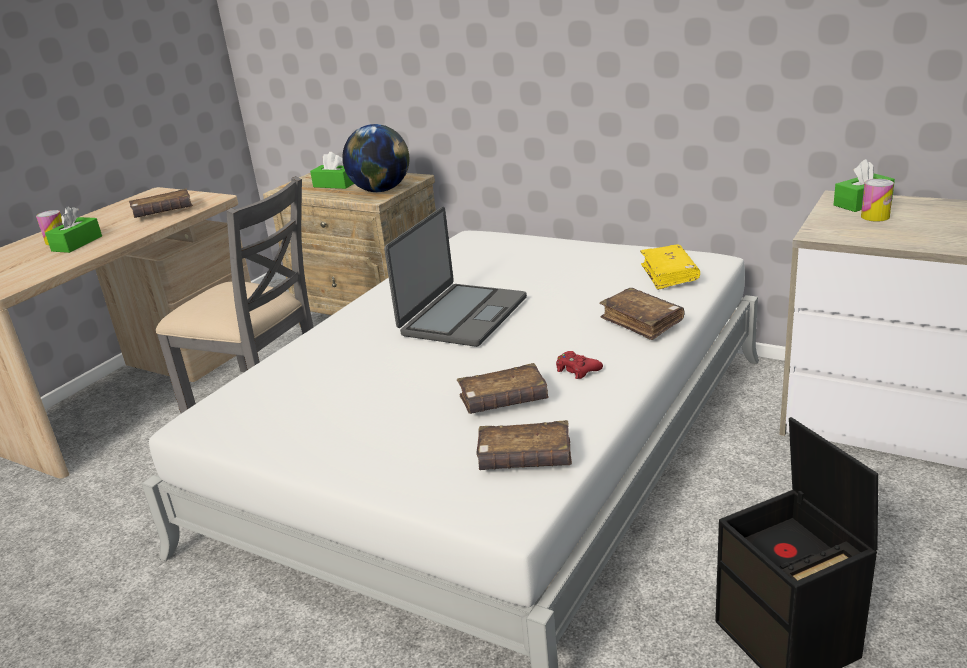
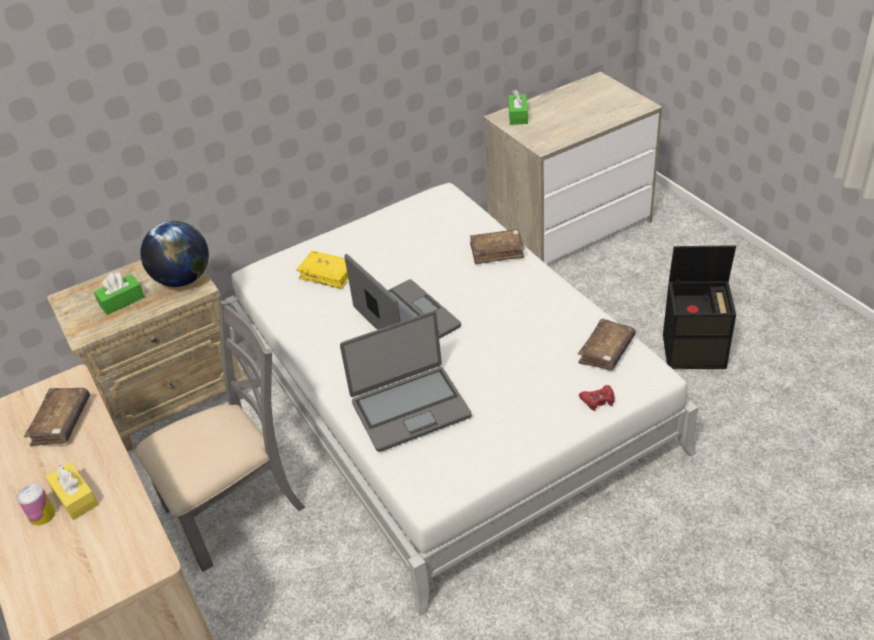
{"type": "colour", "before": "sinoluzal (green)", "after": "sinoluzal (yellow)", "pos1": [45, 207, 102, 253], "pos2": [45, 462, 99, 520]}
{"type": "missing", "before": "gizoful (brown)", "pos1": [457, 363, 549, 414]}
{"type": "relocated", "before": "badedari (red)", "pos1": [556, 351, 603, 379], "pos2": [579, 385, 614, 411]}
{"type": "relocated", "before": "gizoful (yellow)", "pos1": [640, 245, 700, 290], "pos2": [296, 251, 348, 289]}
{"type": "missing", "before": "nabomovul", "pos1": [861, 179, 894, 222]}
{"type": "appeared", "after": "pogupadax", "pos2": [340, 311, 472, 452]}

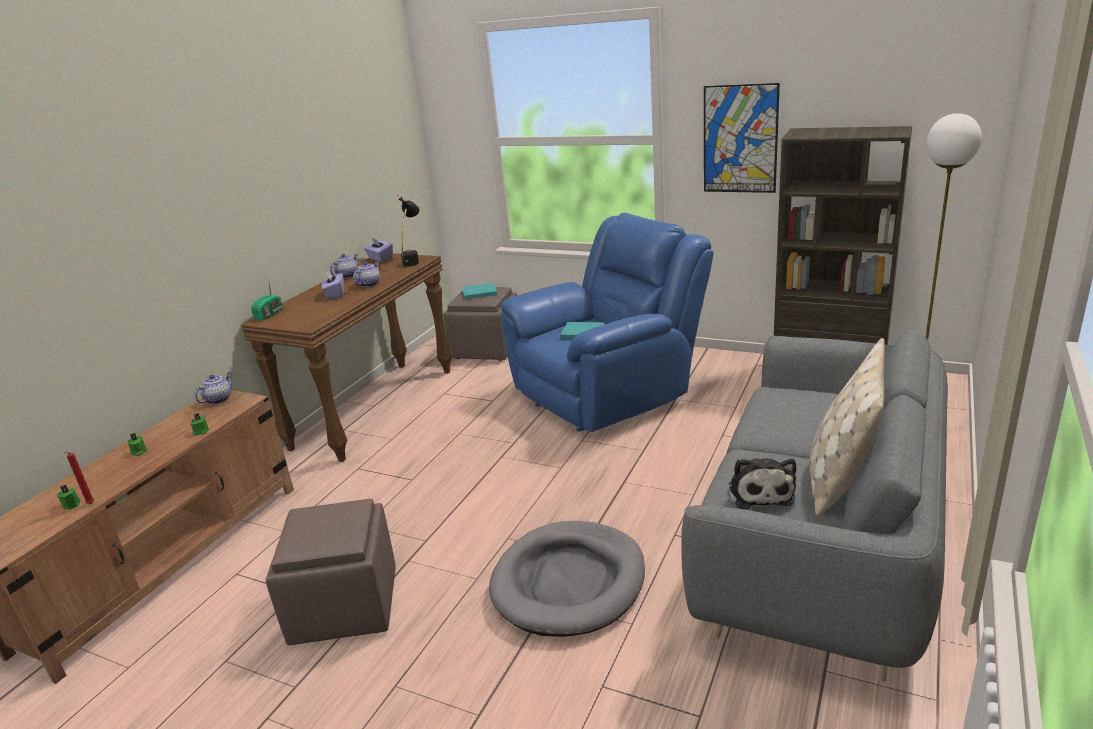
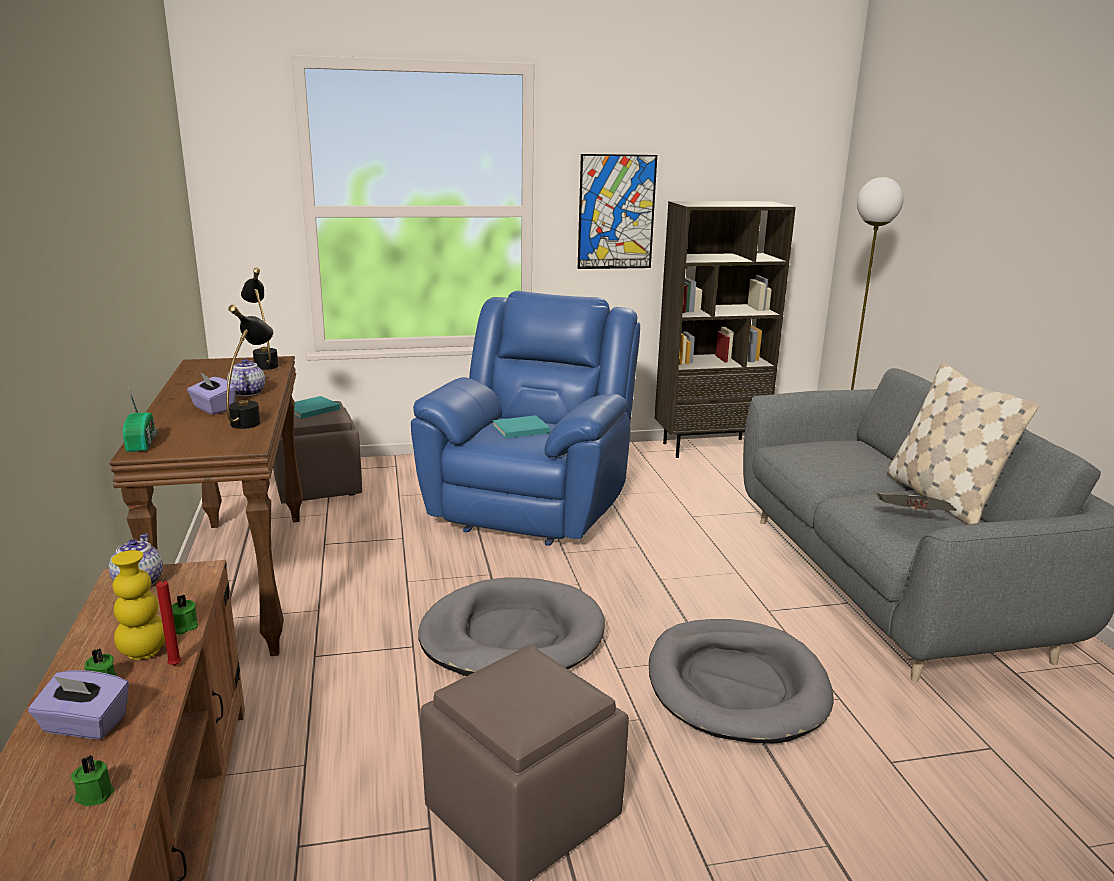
{"type": "relocated", "before": "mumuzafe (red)", "pos1": [64, 452, 94, 504], "pos2": [156, 578, 181, 666]}
{"type": "missing", "before": "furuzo", "pos1": [330, 254, 358, 278]}
{"type": "relocated", "before": "sinoluzal (purple)", "pos1": [364, 238, 393, 262], "pos2": [28, 670, 129, 739]}
{"type": "exchanged", "before": "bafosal", "after": "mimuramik", "pos1": [729, 458, 796, 509], "pos2": [875, 493, 956, 511]}
{"type": "appeared", "after": "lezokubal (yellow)", "pos2": [111, 550, 165, 660]}
{"type": "appeared", "after": "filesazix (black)", "pos2": [226, 305, 273, 429]}
{"type": "appeared", "after": "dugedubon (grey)", "pos2": [418, 577, 605, 676]}

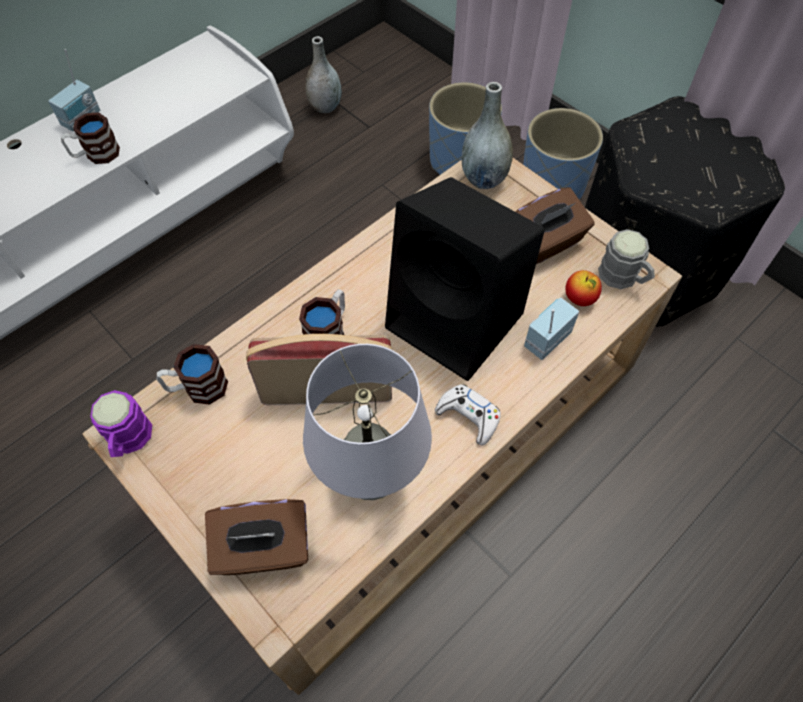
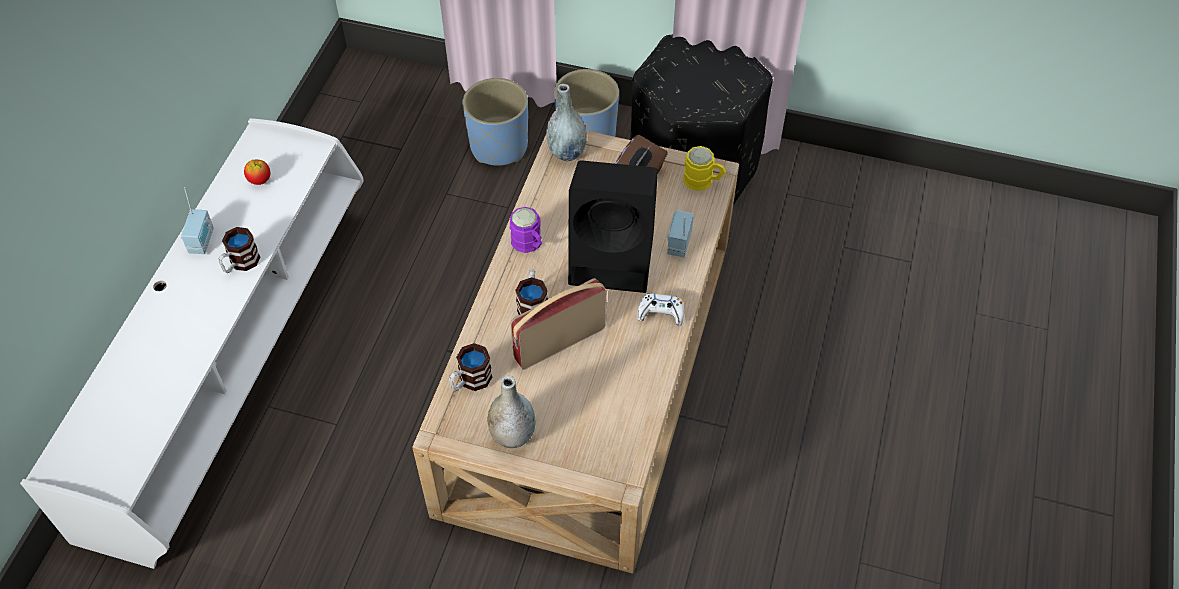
{"type": "relocated", "before": "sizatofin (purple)", "pos1": [90, 390, 152, 457], "pos2": [510, 207, 542, 253]}
{"type": "missing", "before": "sinoluzal (brown)", "pos1": [205, 499, 308, 575]}
{"type": "missing", "before": "filesazix (grey)", "pos1": [303, 344, 432, 500]}
{"type": "relocated", "before": "lezokubal (grey)", "pos1": [305, 36, 342, 113], "pos2": [487, 376, 535, 448]}
{"type": "relocated", "before": "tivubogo", "pos1": [565, 270, 602, 306], "pos2": [244, 160, 270, 185]}
{"type": "colour", "before": "sizatofin (grey)", "after": "sizatofin (yellow)", "pos1": [598, 229, 655, 289], "pos2": [683, 146, 726, 191]}

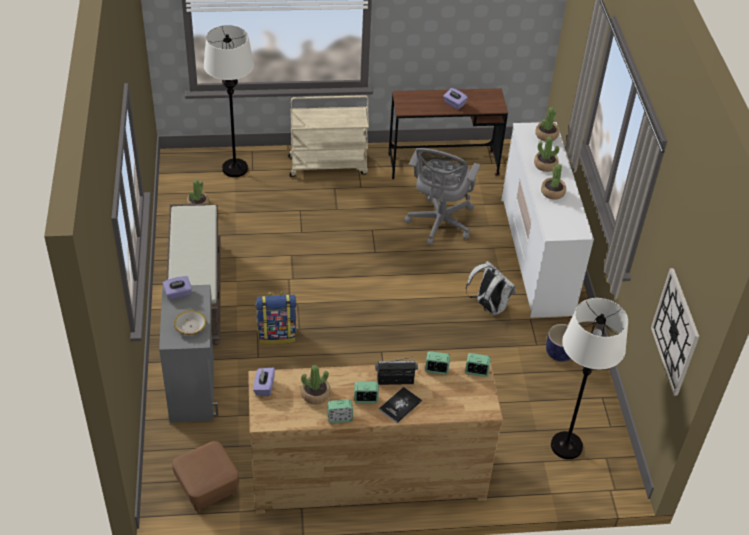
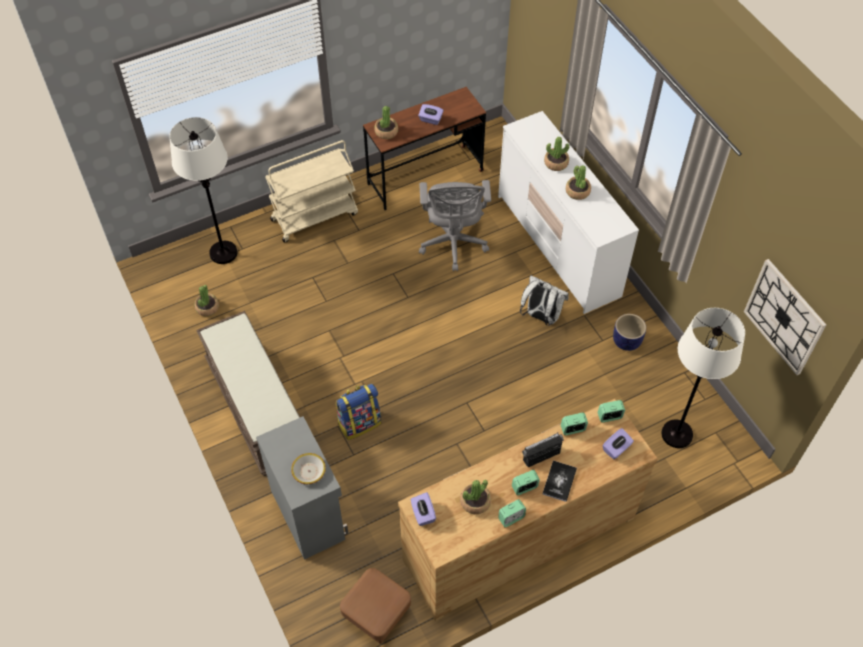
{"type": "relocated", "before": "sinoluzal (purple)", "pos1": [163, 276, 192, 300], "pos2": [602, 428, 634, 460]}
{"type": "relocated", "before": "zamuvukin", "pos1": [535, 107, 559, 141], "pos2": [374, 106, 398, 139]}

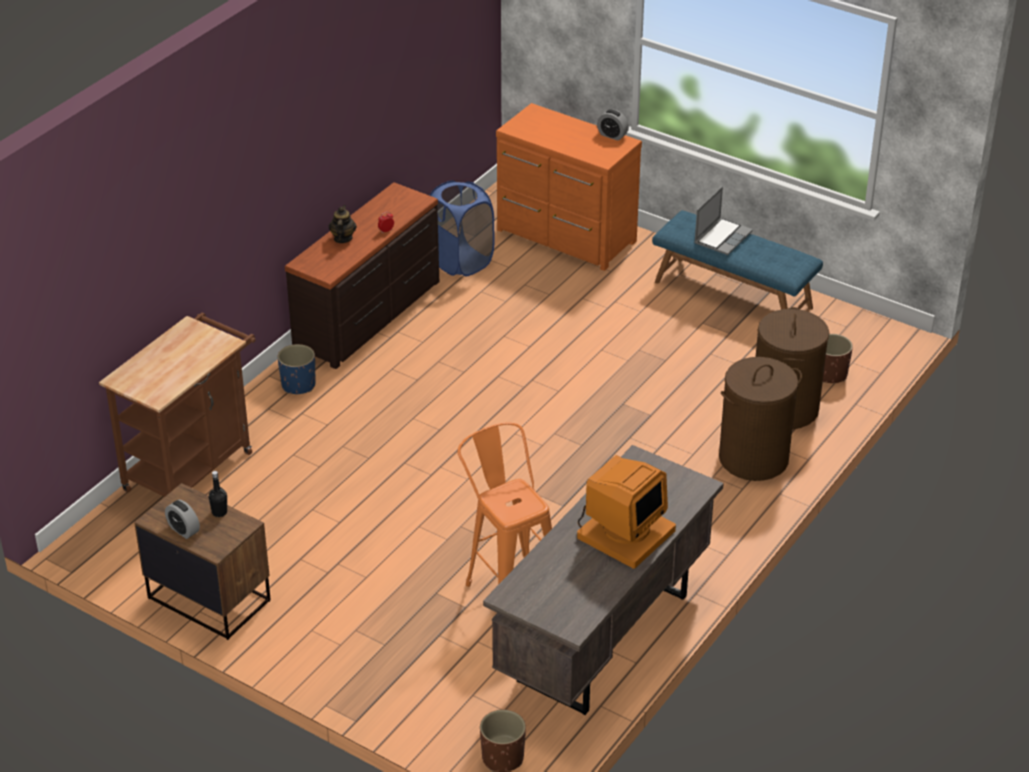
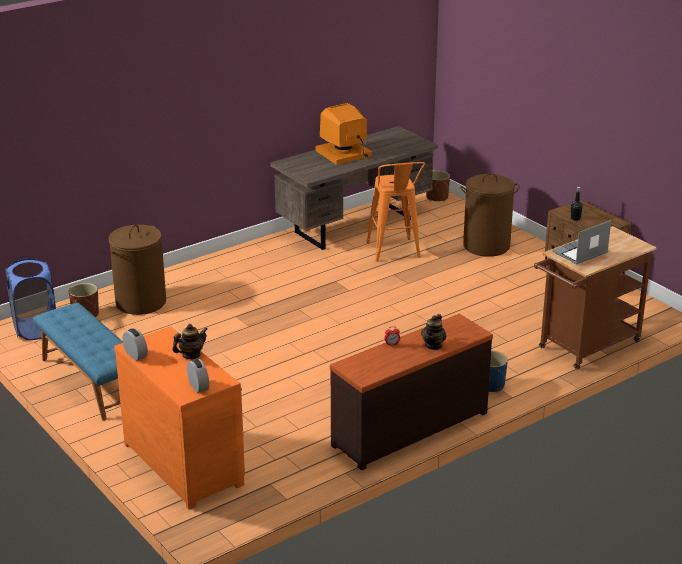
{"type": "relocated", "before": "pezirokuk", "pos1": [165, 500, 200, 539], "pos2": [187, 359, 209, 393]}
{"type": "relocated", "before": "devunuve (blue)", "pos1": [429, 180, 494, 277], "pos2": [5, 258, 56, 340]}
{"type": "relocated", "before": "pogupadax", "pos1": [694, 186, 753, 255], "pos2": [552, 220, 611, 264]}
{"type": "relocated", "before": "devunuve (brown)", "pos1": [719, 357, 802, 481], "pos2": [460, 173, 520, 257]}
{"type": "appeared", "after": "furuzo", "pos2": [172, 324, 208, 359]}

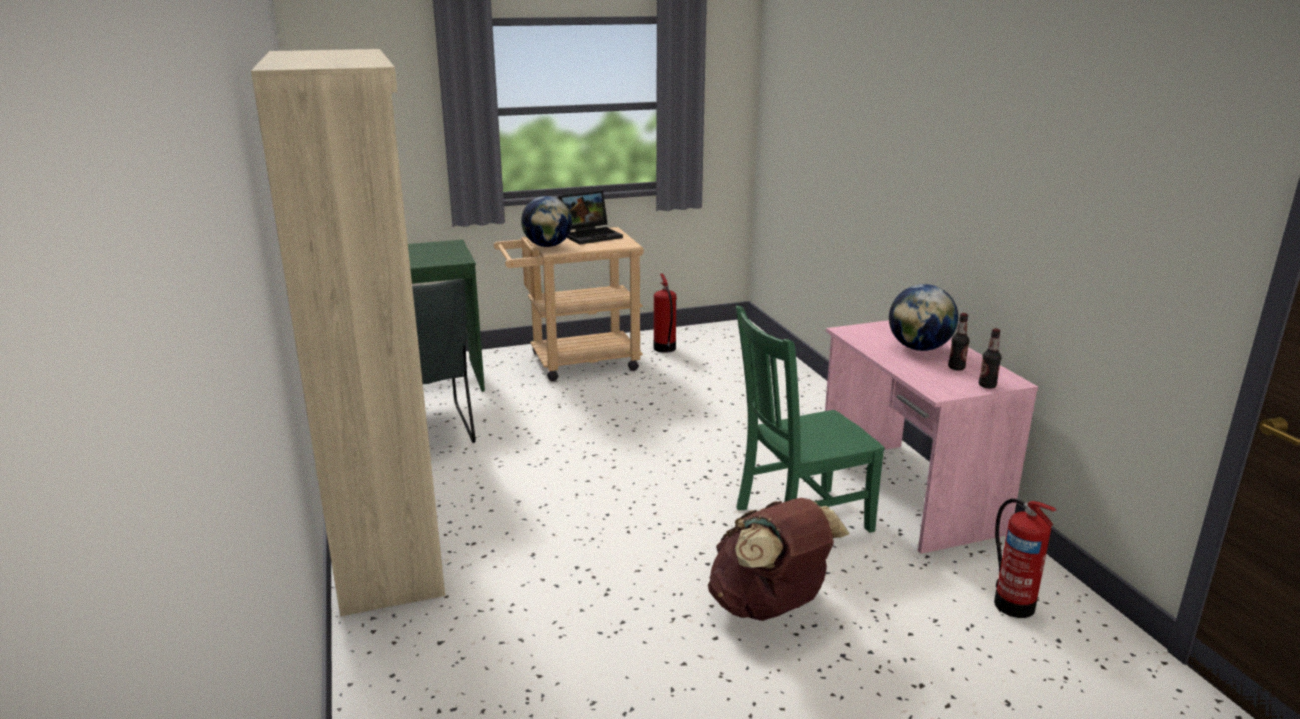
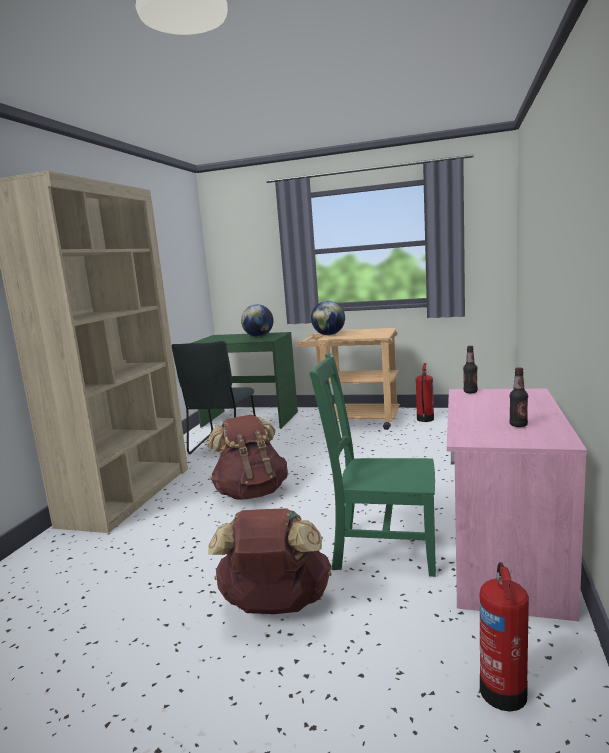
{"type": "missing", "before": "pogupadax", "pos1": [558, 191, 623, 244]}
{"type": "relocated", "before": "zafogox", "pos1": [889, 284, 958, 351], "pos2": [241, 304, 273, 337]}
{"type": "relocated", "before": "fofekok", "pos1": [979, 328, 1001, 388], "pos2": [463, 346, 478, 393]}
{"type": "appeared", "after": "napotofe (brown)", "pos2": [207, 415, 288, 500]}

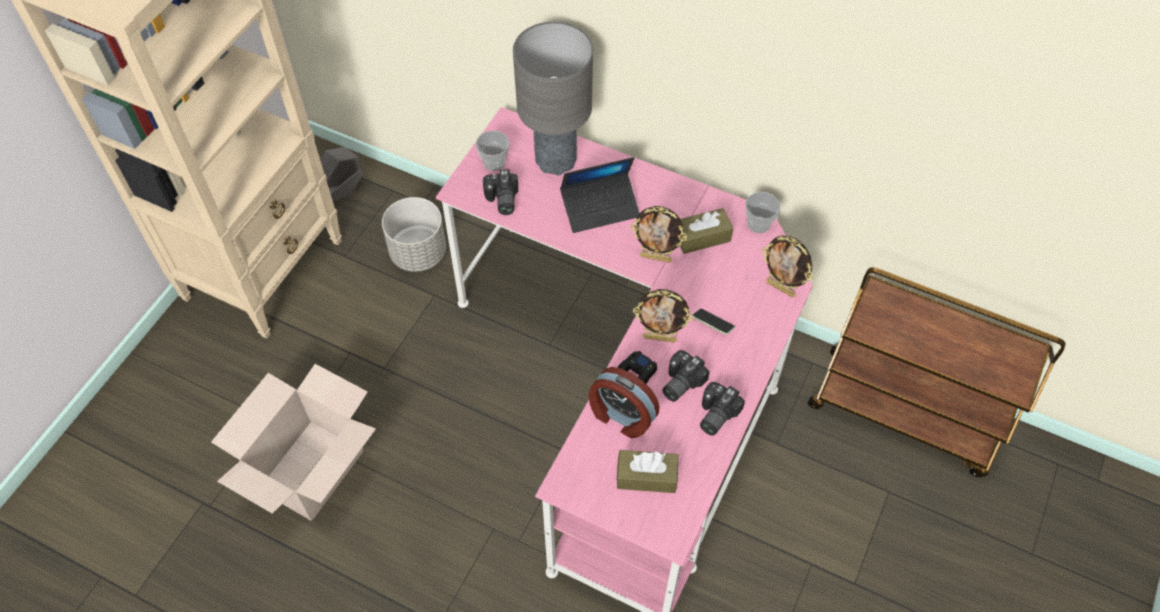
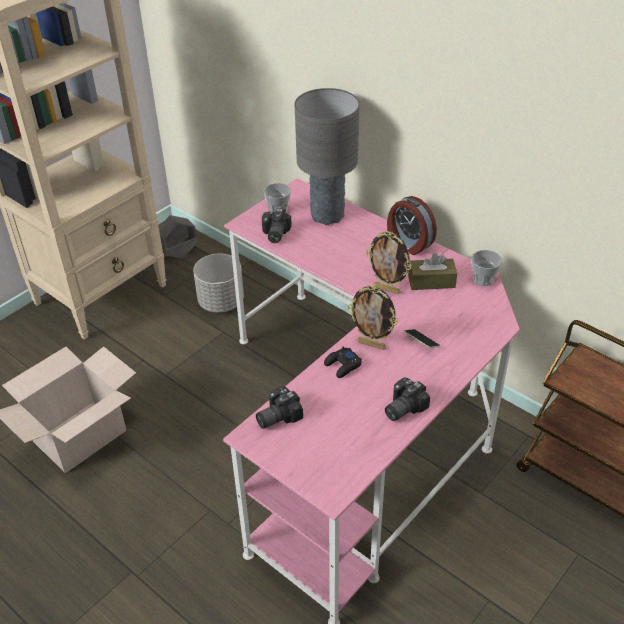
{"type": "missing", "before": "pogupadax", "pos1": [560, 157, 640, 233]}
{"type": "relocated", "before": "pezirokuk", "pos1": [589, 367, 659, 438], "pos2": [387, 196, 437, 255]}
{"type": "missing", "before": "sinoluzal (brown)", "pos1": [617, 450, 678, 493]}
{"type": "relocated", "before": "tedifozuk", "pos1": [662, 350, 710, 402], "pos2": [256, 386, 303, 429]}
{"type": "missing", "before": "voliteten", "pos1": [762, 236, 813, 298]}

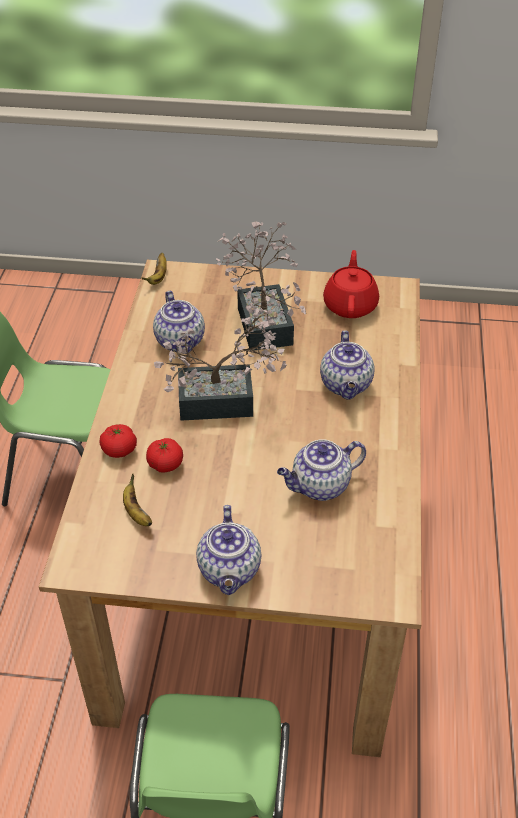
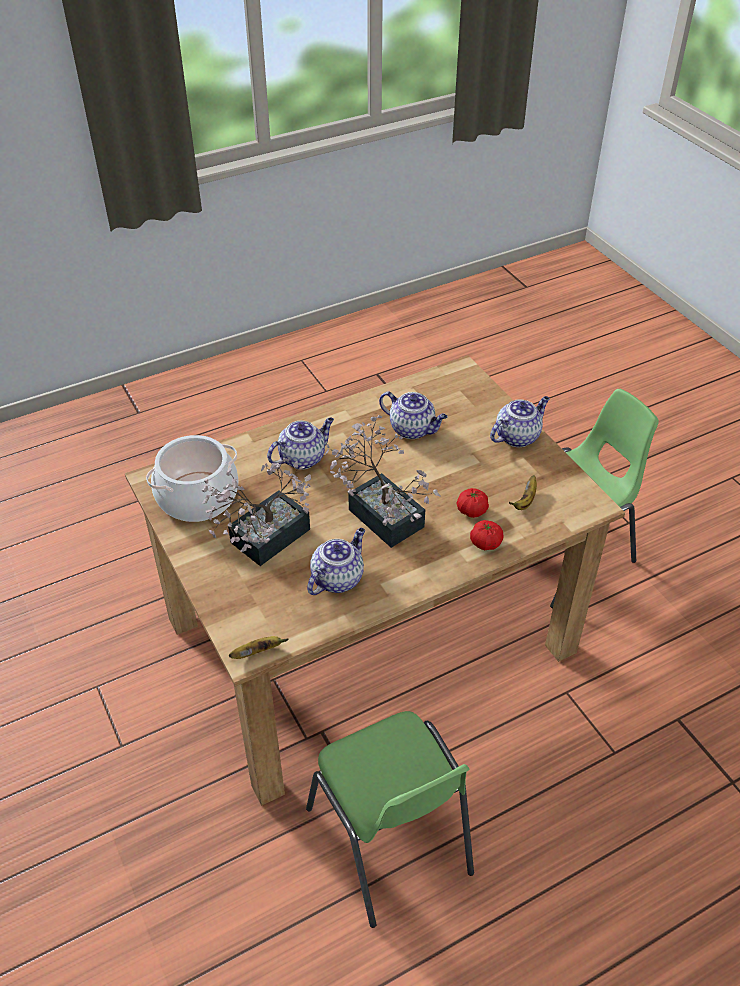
{"type": "exchanged", "before": "furuzo (red)", "after": "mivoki", "pos1": [323, 250, 379, 318], "pos2": [146, 435, 239, 522]}

